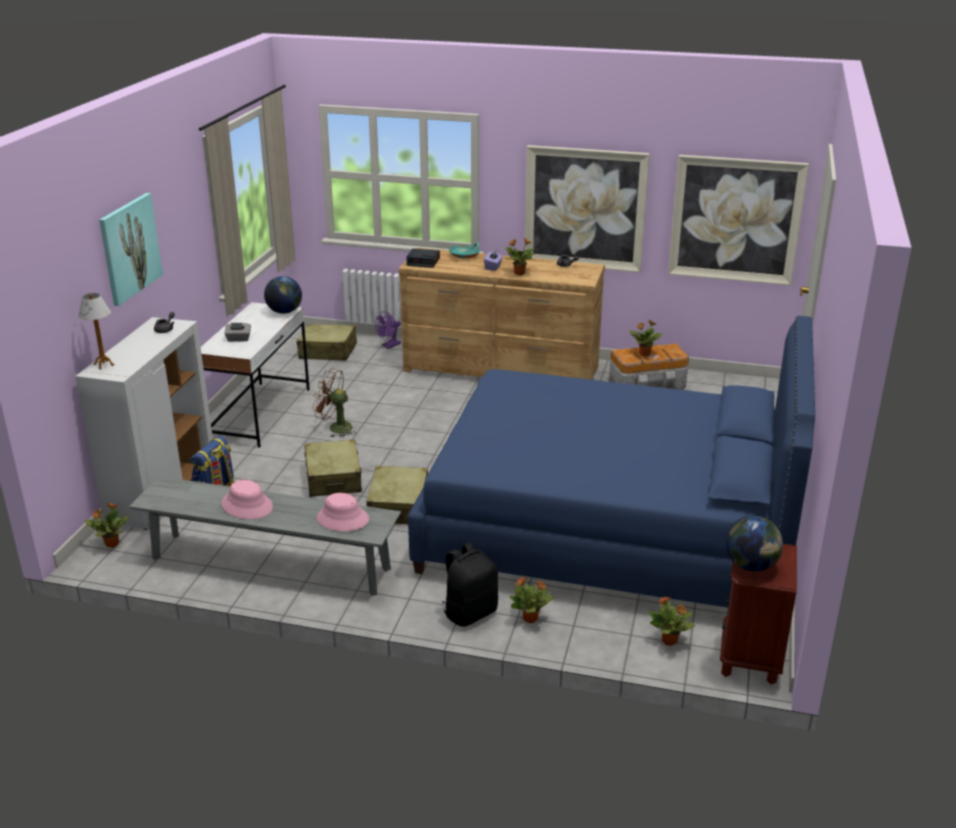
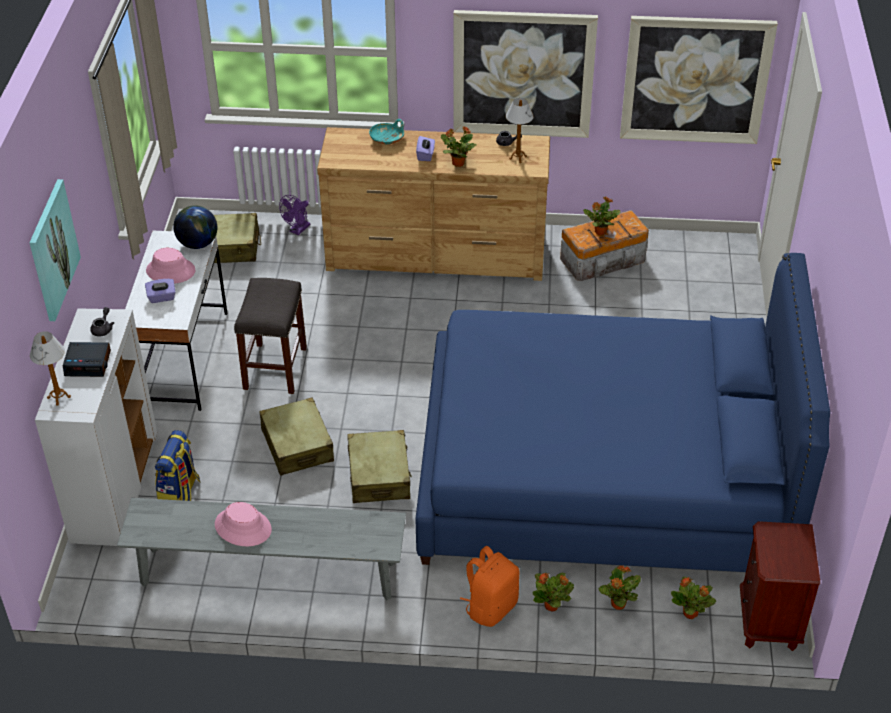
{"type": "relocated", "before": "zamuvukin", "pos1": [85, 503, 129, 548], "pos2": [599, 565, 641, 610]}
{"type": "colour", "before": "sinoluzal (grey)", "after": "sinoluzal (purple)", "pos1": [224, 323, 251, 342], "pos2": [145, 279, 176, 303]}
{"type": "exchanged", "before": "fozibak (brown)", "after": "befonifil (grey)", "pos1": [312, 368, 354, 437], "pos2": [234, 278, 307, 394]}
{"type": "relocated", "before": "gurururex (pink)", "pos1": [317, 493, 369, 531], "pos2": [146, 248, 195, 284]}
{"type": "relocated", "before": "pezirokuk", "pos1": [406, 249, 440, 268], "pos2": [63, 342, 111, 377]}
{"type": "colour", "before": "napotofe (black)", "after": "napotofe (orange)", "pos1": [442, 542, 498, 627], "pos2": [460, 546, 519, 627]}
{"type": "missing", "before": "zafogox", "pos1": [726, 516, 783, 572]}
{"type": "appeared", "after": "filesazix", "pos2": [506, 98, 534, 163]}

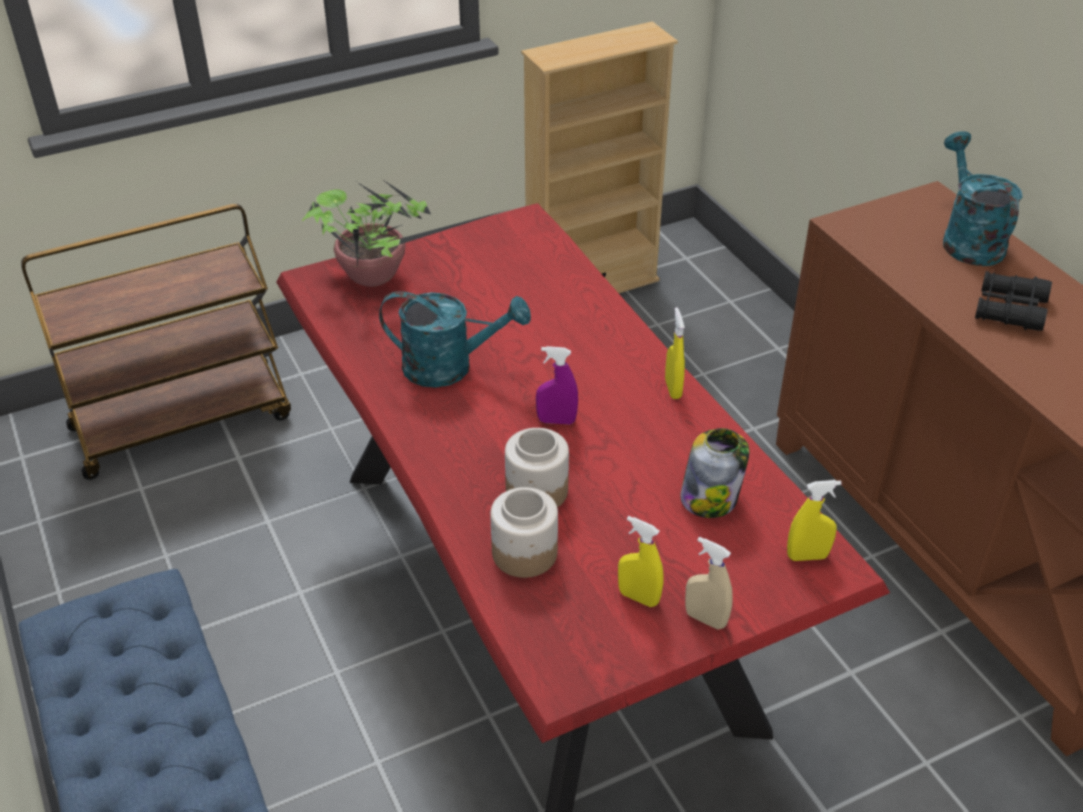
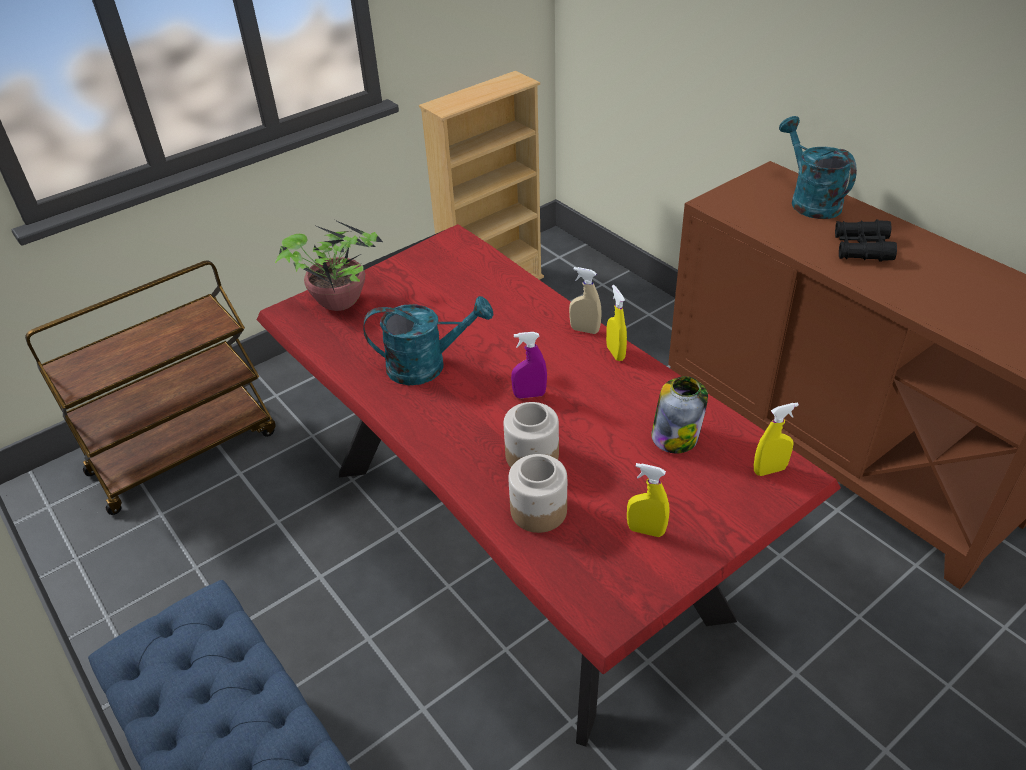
{"type": "relocated", "before": "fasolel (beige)", "pos1": [685, 537, 733, 630], "pos2": [569, 267, 602, 334]}

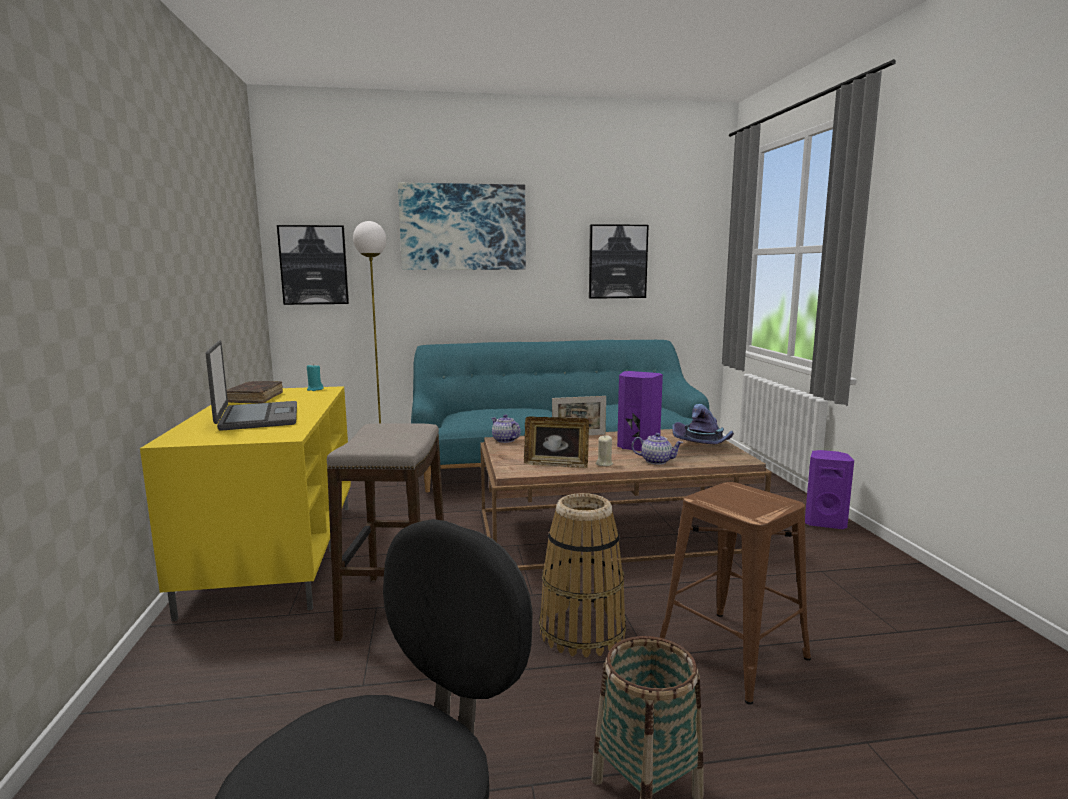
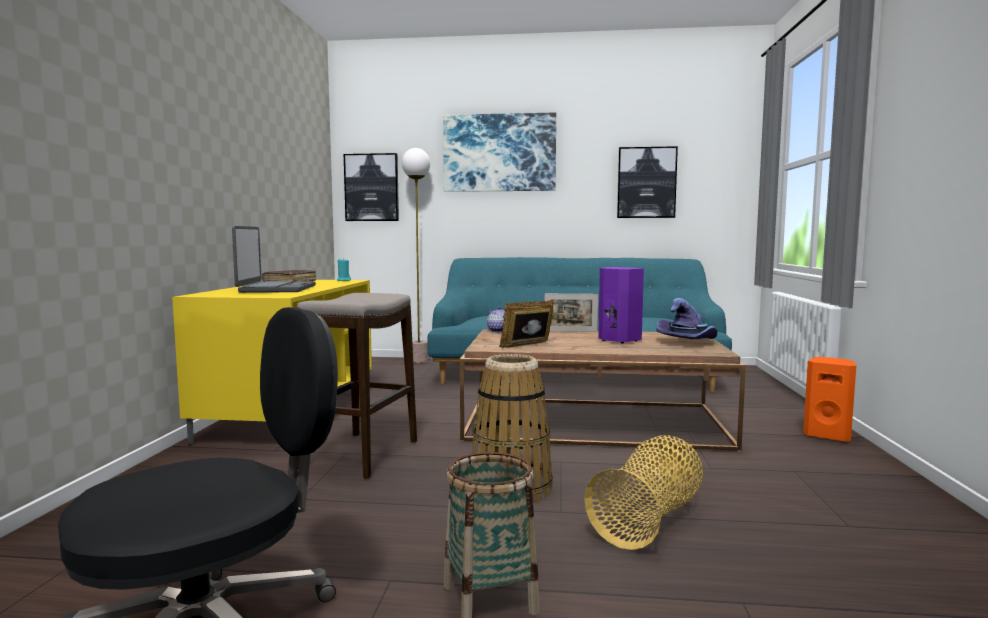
{"type": "spun", "before": "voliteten", "pos1": [524, 417, 589, 468], "pos2": [499, 300, 554, 348], "turn": 120}
{"type": "missing", "before": "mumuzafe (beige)", "pos1": [596, 435, 613, 467]}
{"type": "missing", "before": "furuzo", "pos1": [631, 433, 683, 465]}
{"type": "exchanged", "before": "befonifil (brown)", "after": "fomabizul", "pos1": [660, 482, 811, 705], "pos2": [584, 435, 703, 550]}
{"type": "colour", "before": "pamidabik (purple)", "after": "pamidabik (orange)", "pos1": [805, 450, 854, 529], "pos2": [803, 357, 856, 442]}

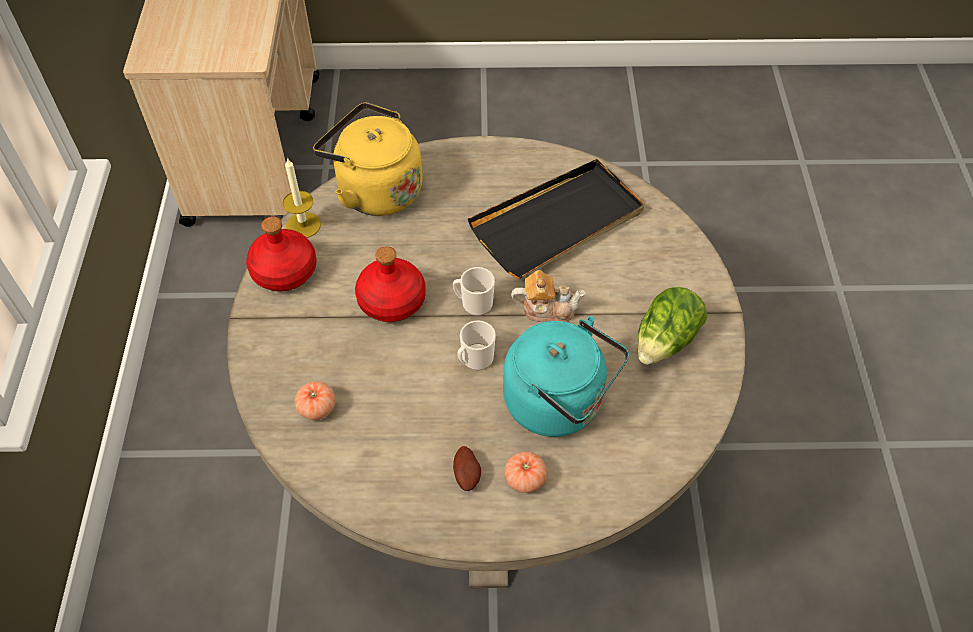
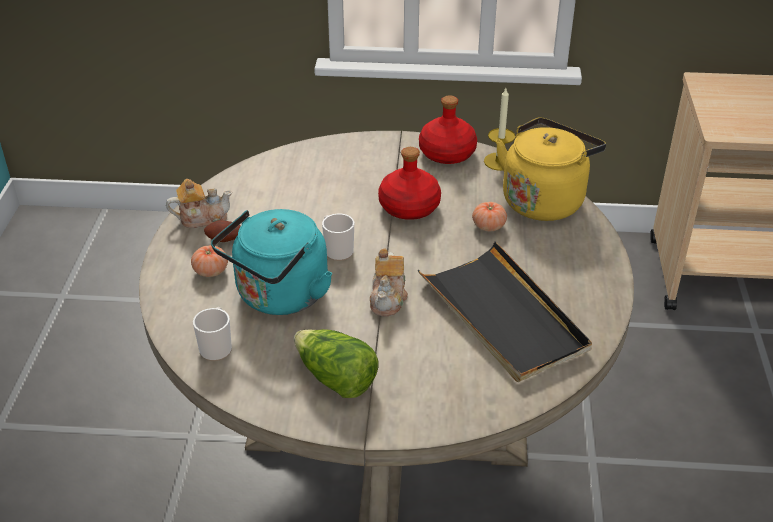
{"type": "relocated", "before": "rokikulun", "pos1": [294, 381, 336, 420], "pos2": [472, 202, 507, 231]}
{"type": "relocated", "before": "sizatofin", "pos1": [453, 267, 495, 316], "pos2": [193, 307, 232, 361]}
{"type": "appeared", "after": "furuzo", "pos2": [166, 179, 232, 228]}

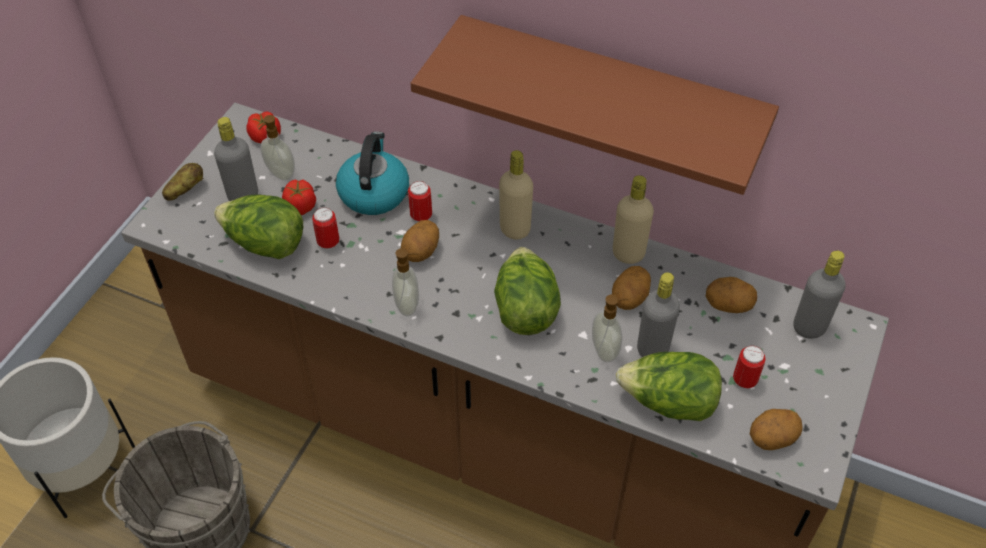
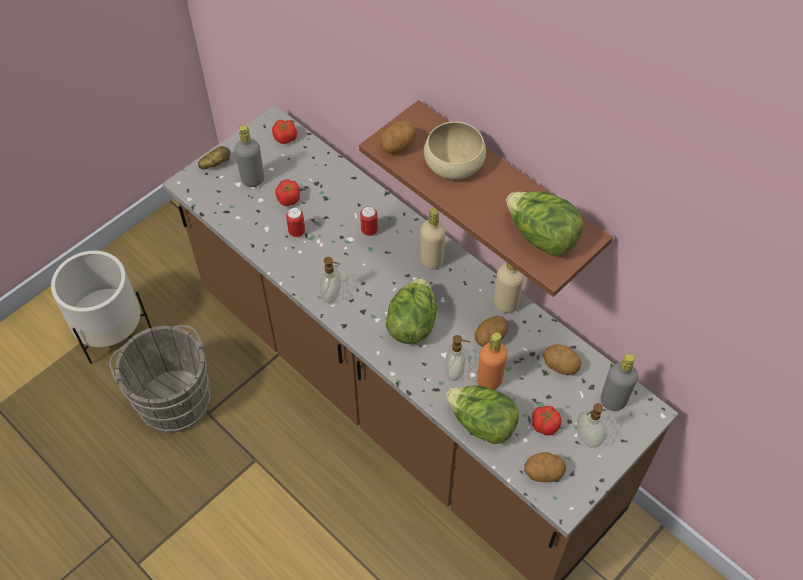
{"type": "relocated", "before": "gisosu", "pos1": [214, 195, 303, 259], "pos2": [506, 191, 584, 256]}
{"type": "relocated", "before": "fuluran", "pos1": [258, 115, 295, 181], "pos2": [577, 403, 606, 448]}
{"type": "missing", "before": "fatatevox", "pos1": [336, 131, 409, 215]}
{"type": "relocated", "before": "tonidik", "pos1": [401, 220, 439, 262], "pos2": [379, 120, 416, 154]}
{"type": "colour", "before": "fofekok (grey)", "after": "fofekok (orange)", "pos1": [637, 272, 680, 357], "pos2": [477, 332, 508, 390]}
{"type": "exchanged", "before": "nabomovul", "after": "rokikulun", "pos1": [733, 345, 766, 389], "pos2": [532, 406, 561, 436]}
{"type": "appeared", "after": "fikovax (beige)", "pos2": [424, 122, 486, 179]}

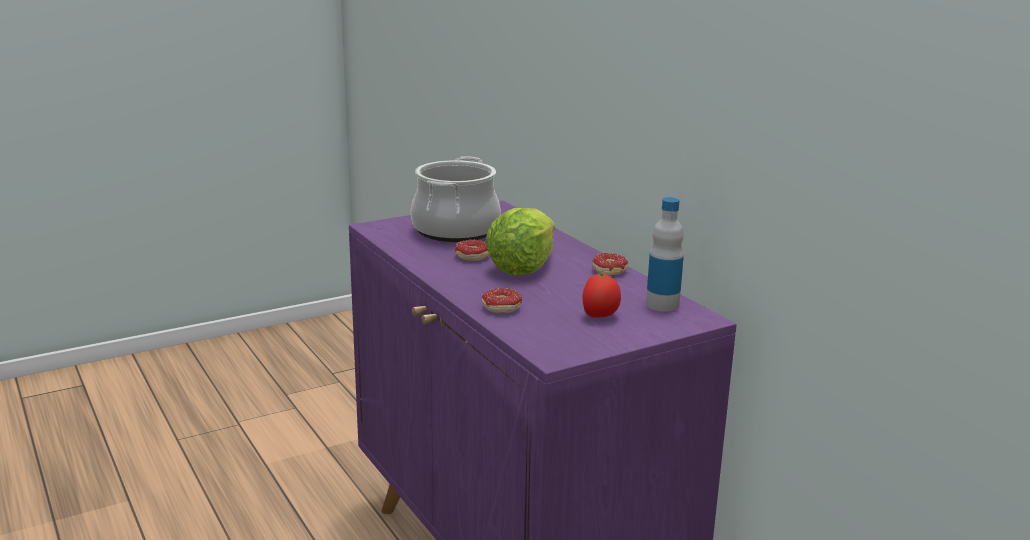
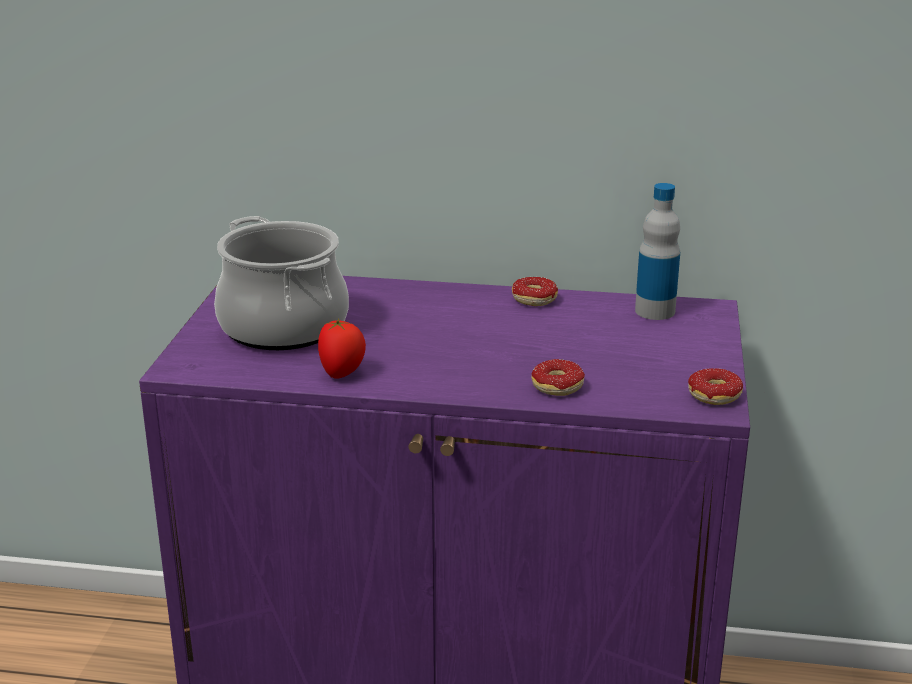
{"type": "relocated", "before": "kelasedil", "pos1": [455, 240, 489, 261], "pos2": [688, 368, 765, 405]}
{"type": "missing", "before": "gisosu", "pos1": [485, 208, 555, 275]}
{"type": "relocated", "before": "rokikulun", "pos1": [583, 273, 621, 318], "pos2": [318, 319, 366, 379]}

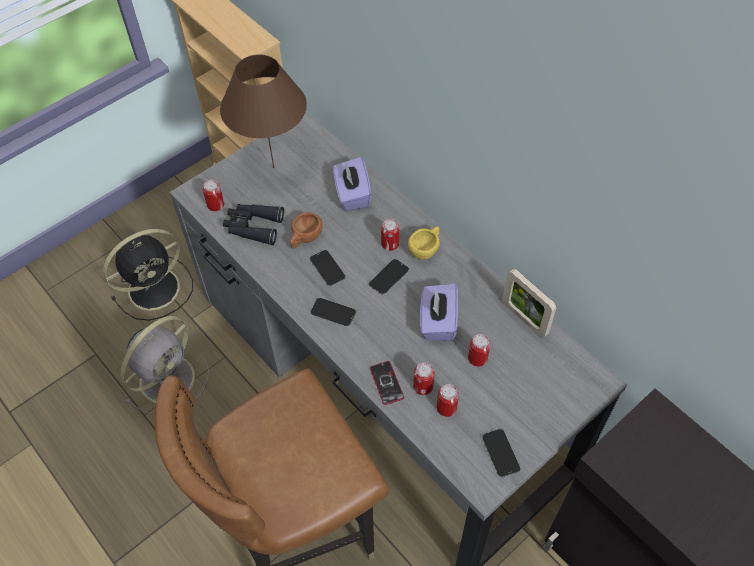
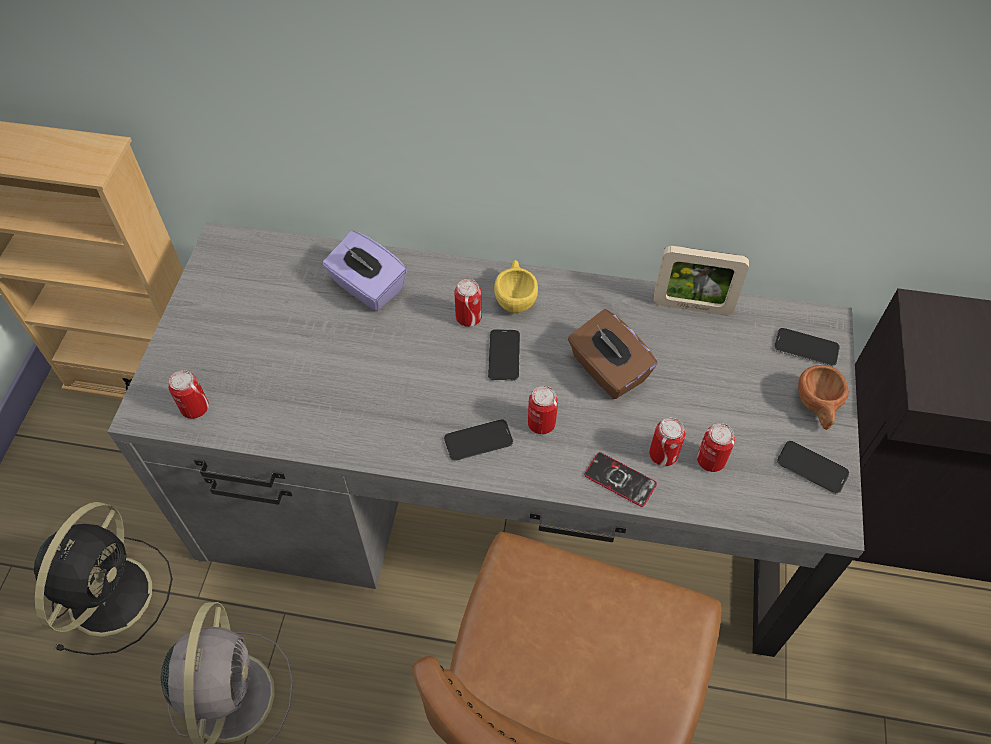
{"type": "missing", "before": "filesazix (brown)", "pos1": [220, 54, 307, 168]}
{"type": "missing", "before": "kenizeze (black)", "pos1": [223, 204, 284, 245]}
{"type": "relocated", "before": "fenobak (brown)", "pos1": [290, 212, 323, 249], "pos2": [798, 365, 849, 430]}
{"type": "relocated", "before": "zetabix", "pos1": [310, 250, 346, 286], "pos2": [774, 328, 840, 367]}
{"type": "colour", "before": "sinoluzal (purple)", "after": "sinoluzal (brown)", "pos1": [420, 284, 458, 341], "pos2": [568, 309, 657, 399]}
{"type": "relocated", "before": "nabomovul", "pos1": [468, 334, 490, 367], "pos2": [527, 386, 558, 434]}

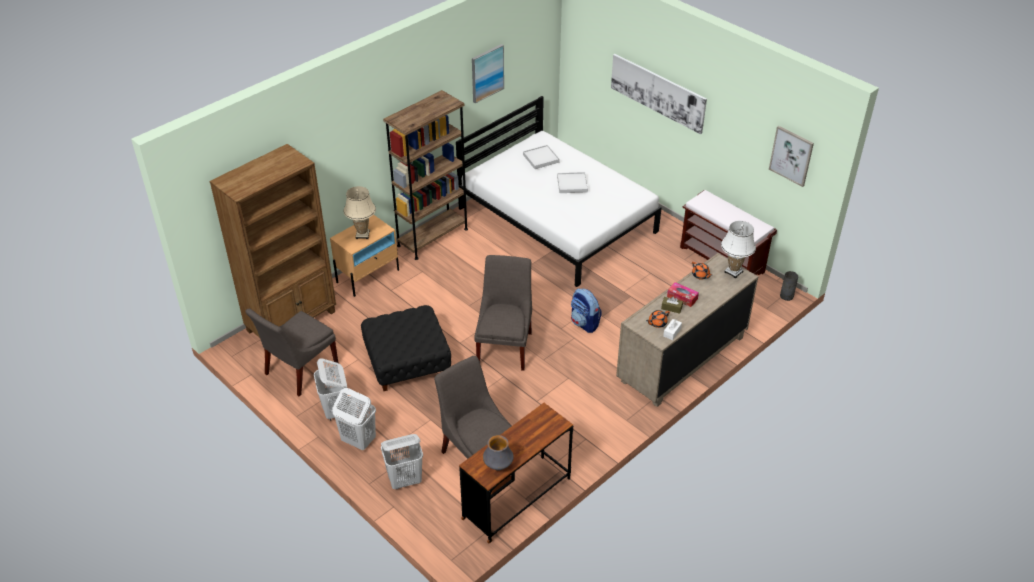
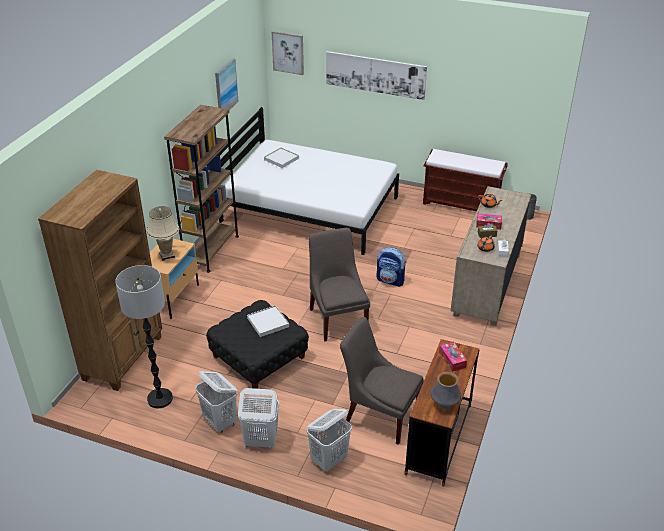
{"type": "exchanged", "before": "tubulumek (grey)", "after": "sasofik", "pos1": [245, 308, 339, 396], "pos2": [115, 265, 173, 408]}
{"type": "relocated", "before": "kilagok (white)", "pos1": [557, 172, 588, 193], "pos2": [247, 305, 289, 337]}
{"type": "missing", "before": "filesazix (white)", "pos1": [721, 221, 756, 279]}
{"type": "relocated", "before": "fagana", "pos1": [769, 126, 814, 187], "pos2": [272, 31, 304, 75]}
{"type": "appeared", "after": "sinoluzal", "pos2": [439, 341, 467, 372]}

